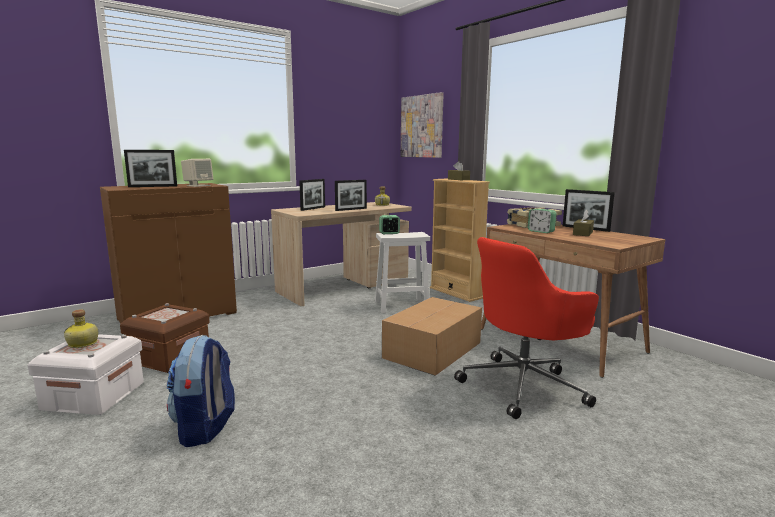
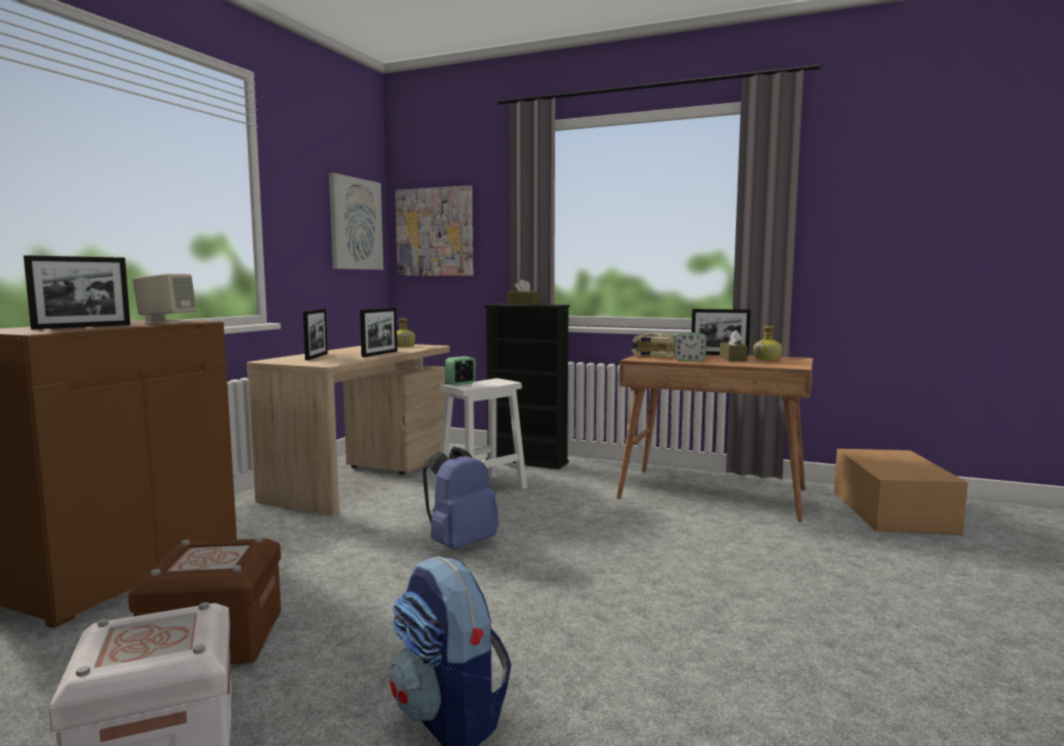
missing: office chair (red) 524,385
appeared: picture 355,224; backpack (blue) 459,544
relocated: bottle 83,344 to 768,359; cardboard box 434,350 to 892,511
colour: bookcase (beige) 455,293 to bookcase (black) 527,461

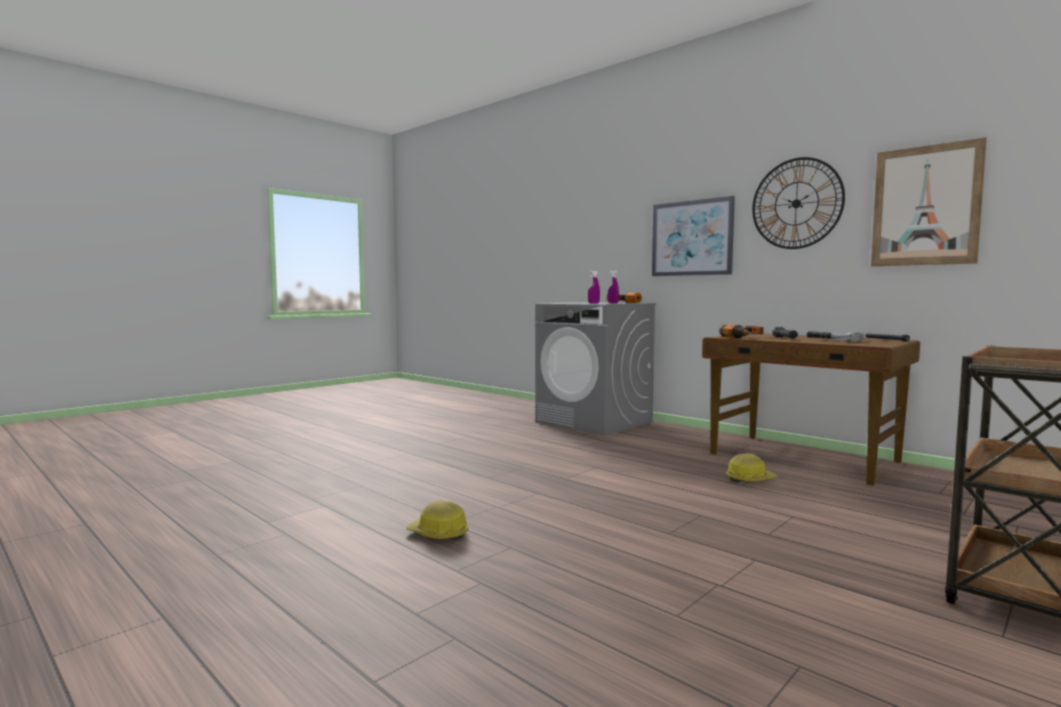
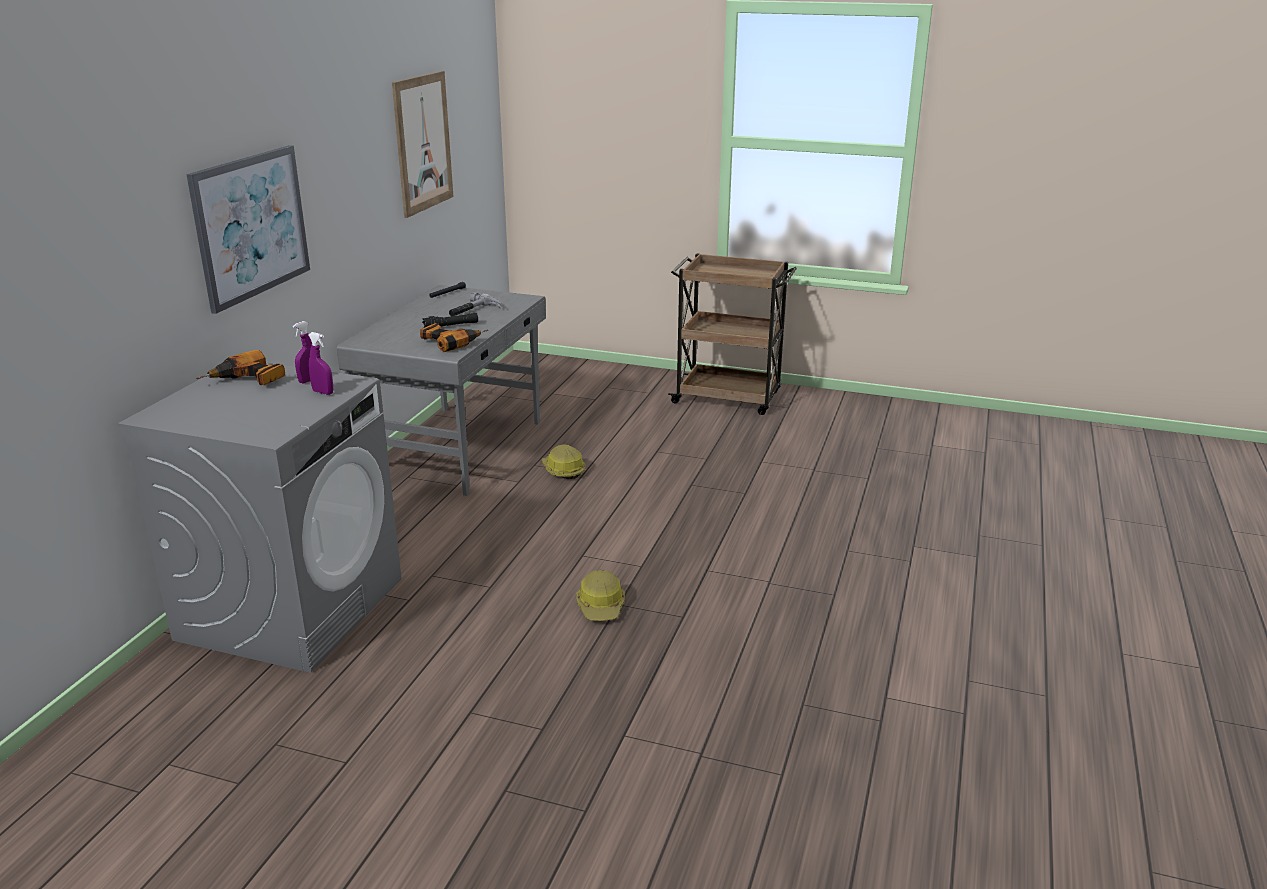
missing: wall clock 796,203
relocated: hard hat 438,534 to 601,606
colour: desk (brown) 803,458 to desk (grey) 457,448

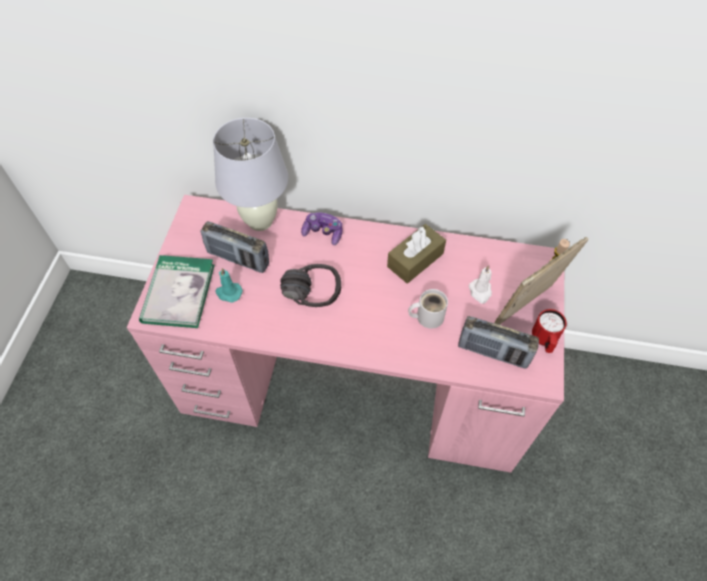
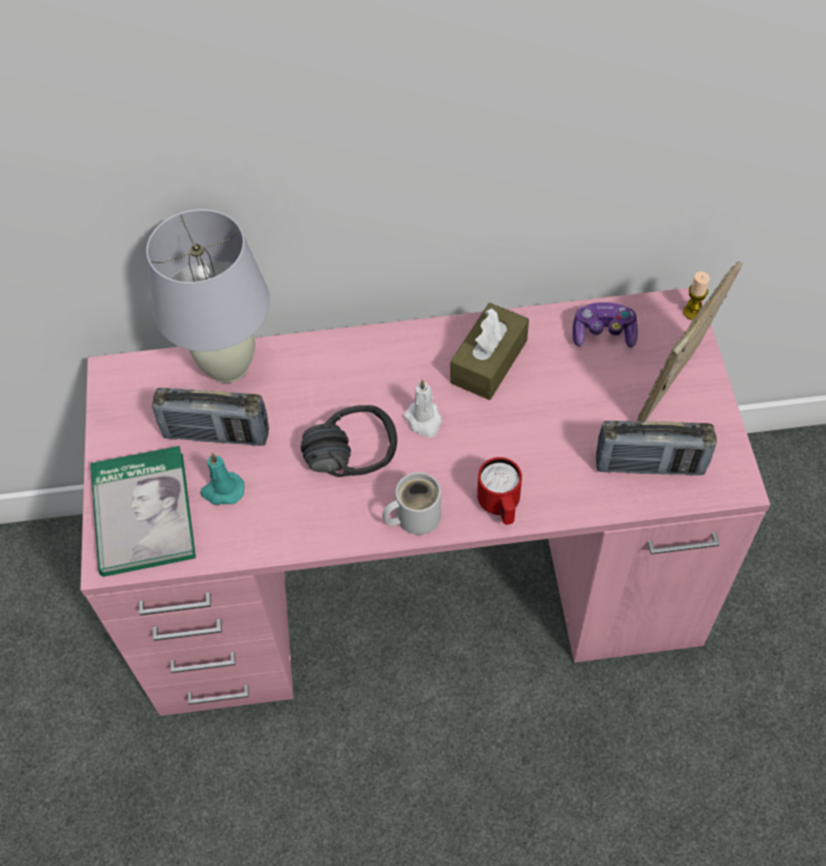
relocated: game controller 323,233 to 603,333; mug (white) 427,316 to 414,516; candle (white) 480,292 to 424,420; mug (red) 544,340 to 500,507

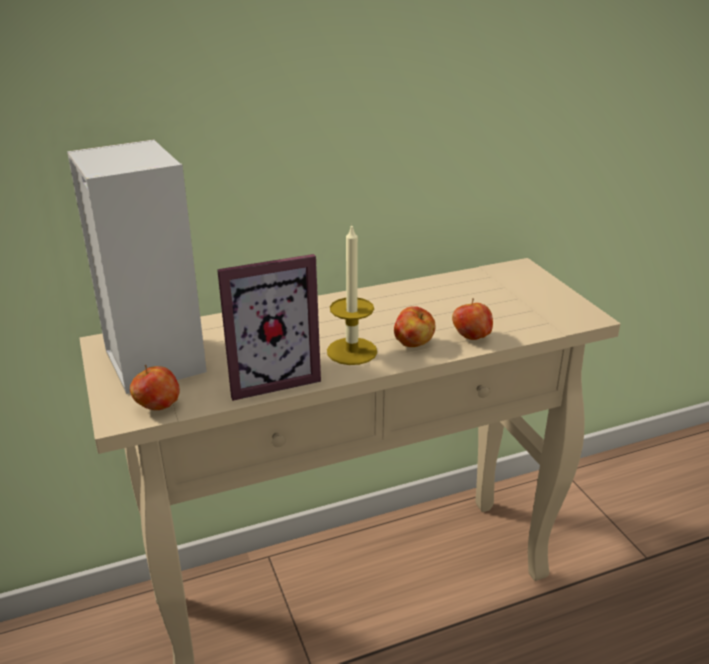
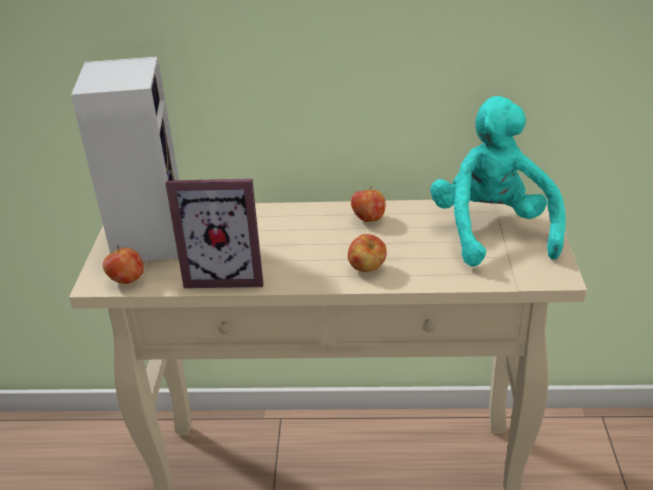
missing: candle 352,351
appeared: plush toy (turquoise) 492,230
relocated: apple 471,337 to 368,219

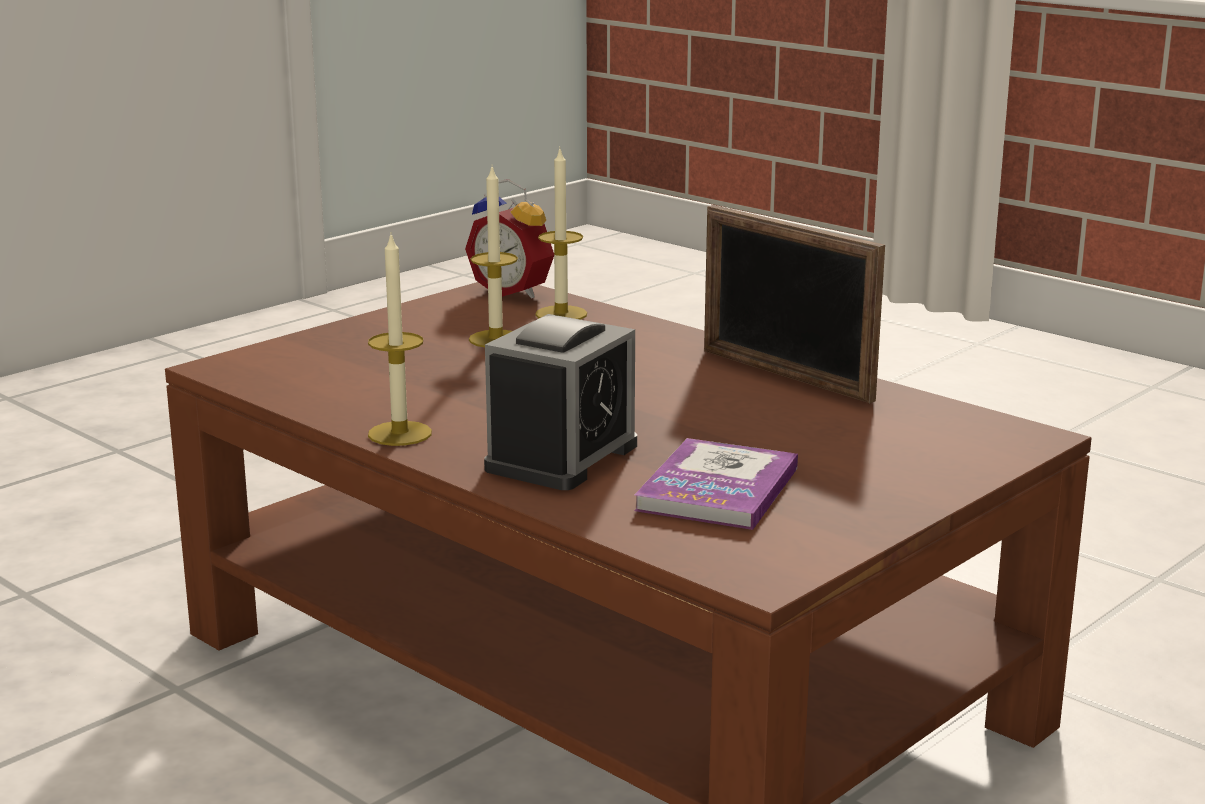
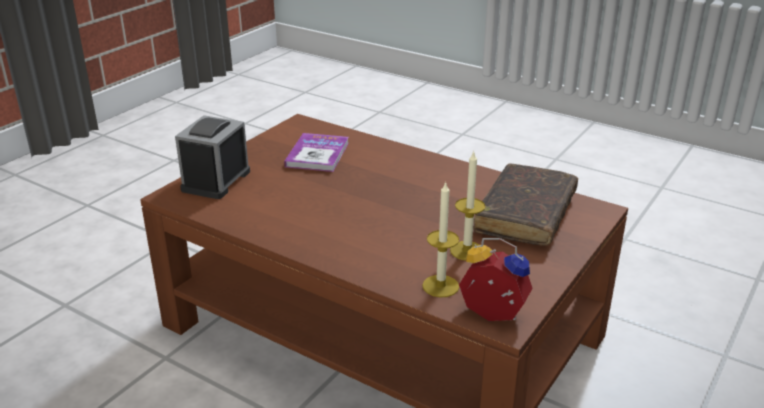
missing: candle 400,433; picture frame 785,375
appeared: book (brown) 525,215
relocated: alarm clock 562,457 to 216,180

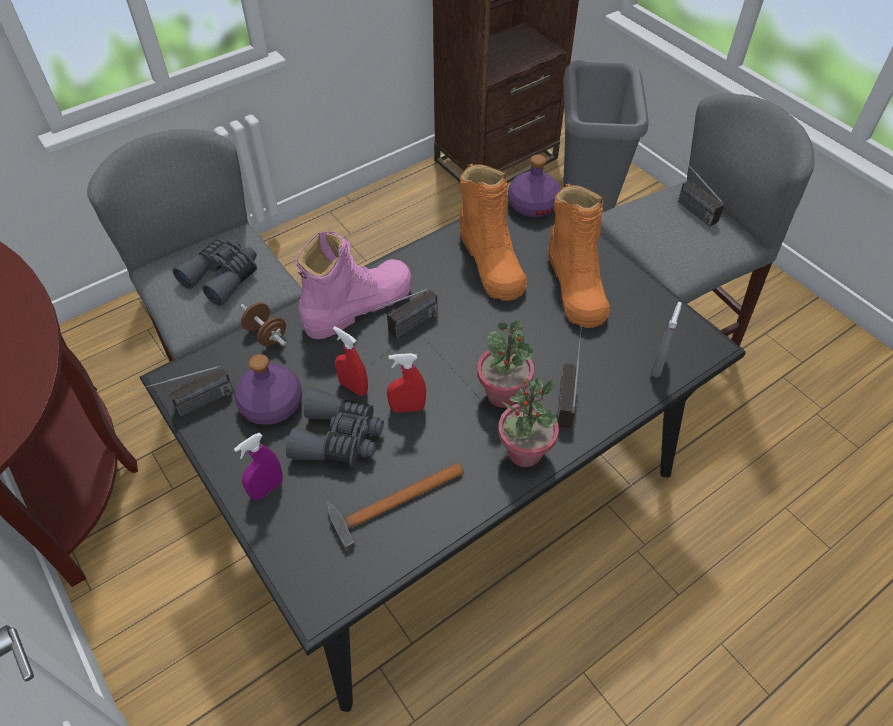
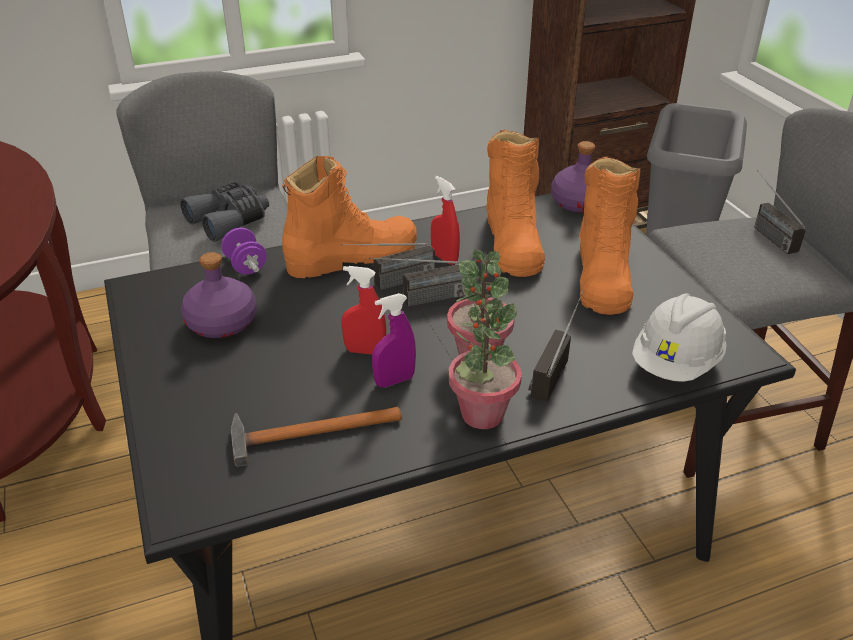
missing: binoculars (grey) 339,438
relocated: radio 190,407 to 419,301; spray bottle (purple) 267,489 to 394,381; spray bottle (red) 353,387 to 444,258
exchanged: spray bottle (grey) 657,366 to hard hat (white) 676,363
colour: dumbbell (brown) 266,334 to dumbbell (purple) 246,266; boot (pink) 358,305 to boot (orange) 352,257

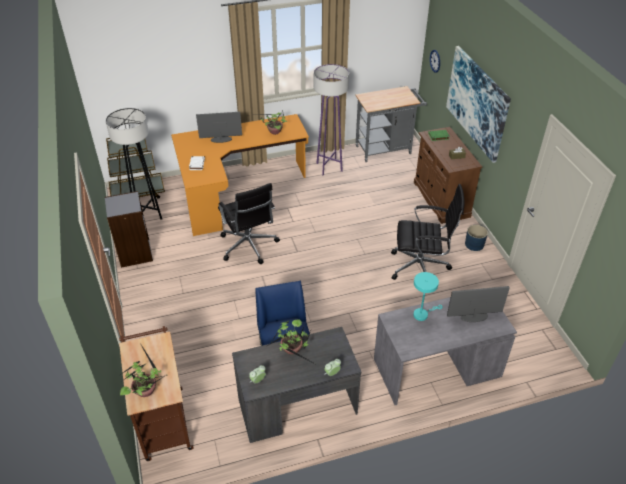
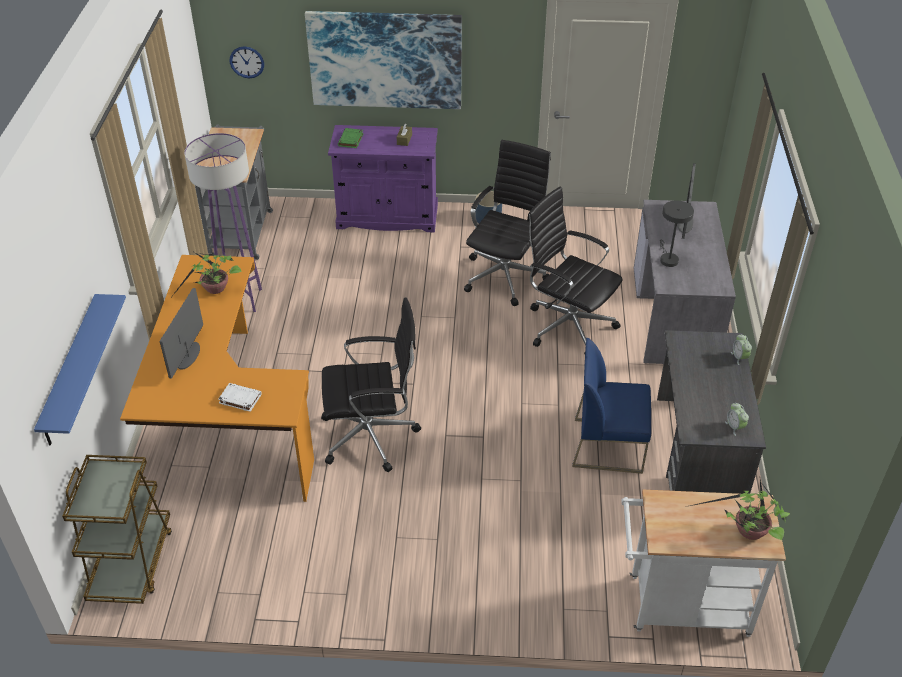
missing: bookcase (grey) 134,253; floor lamp (grey) 147,216; potted plant 292,350
appeared: shelf (blue) 70,371; office chair (black) 568,325
colour: cart (brown) 163,418 to cart (white) 680,606; table lamp (turquoise) 422,314 to table lamp (grey) 668,259; cabinet (brown) 441,199 to cabinet (purple) 387,216

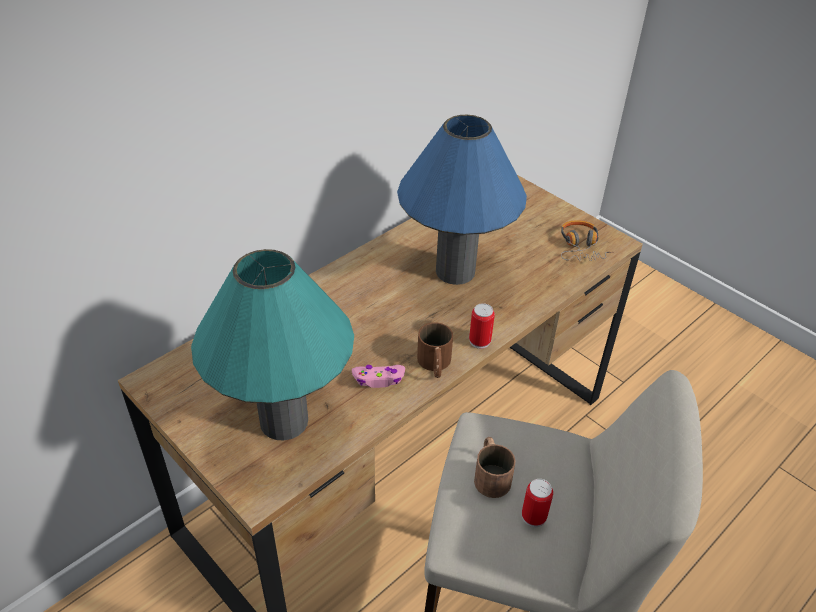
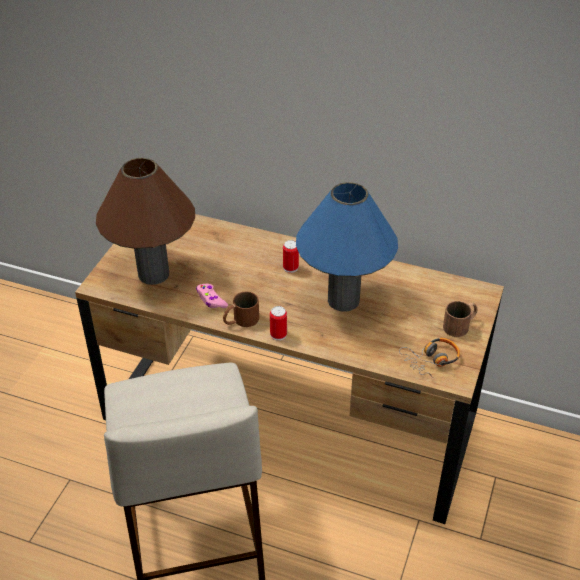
relocated: mug (brown) 490,473 to 460,325; can 533,516 to 290,267
colour: table lamp (turquoise) 284,421 to table lamp (brown) 153,274

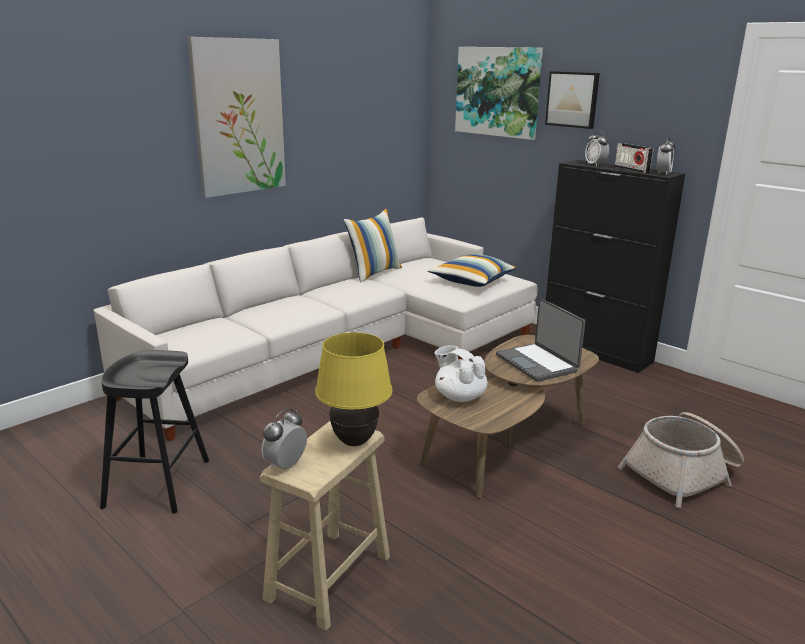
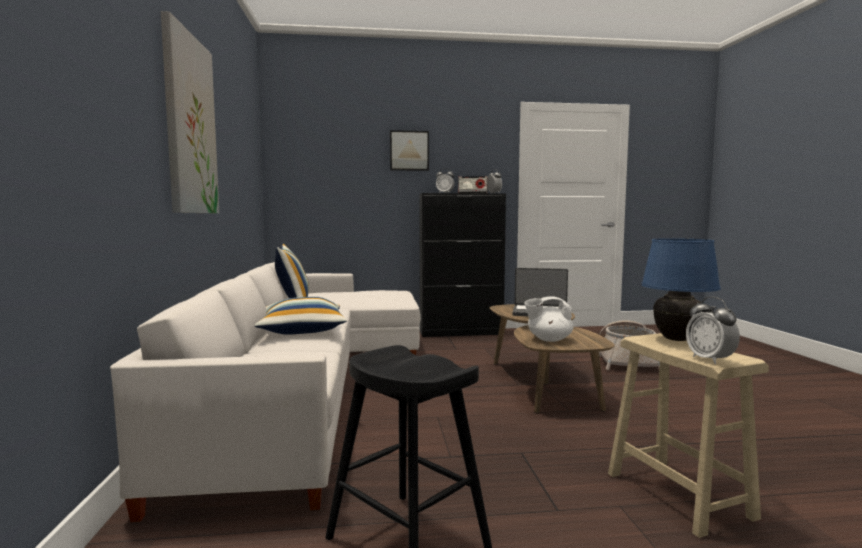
missing: picture 498,92
relocated: pillow 472,281 to 301,330
colour: table lamp (yellow) 354,442 to table lamp (blue) 677,340

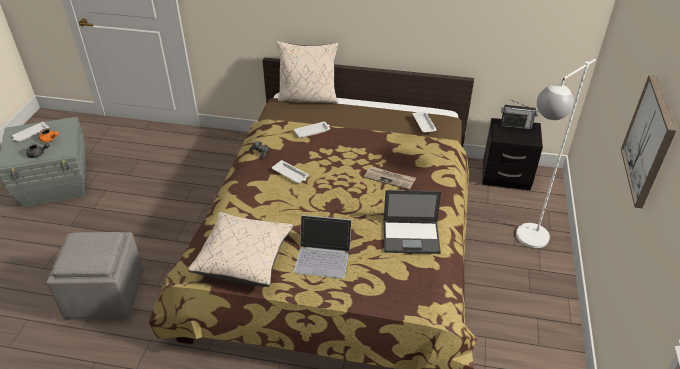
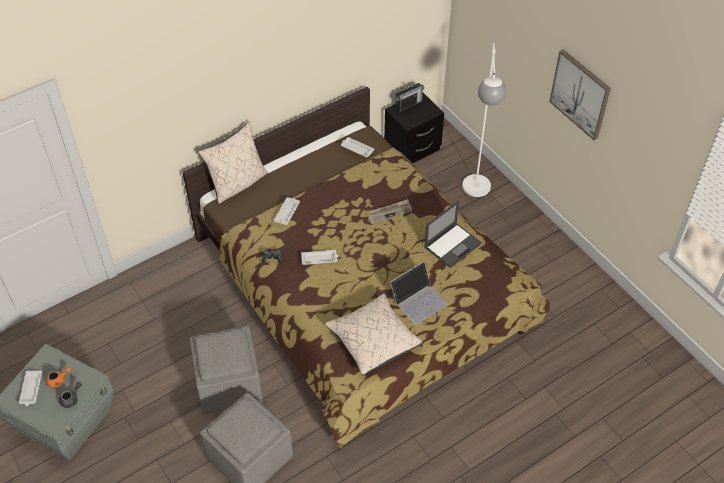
appeared: ottoman (grey) 228,385

